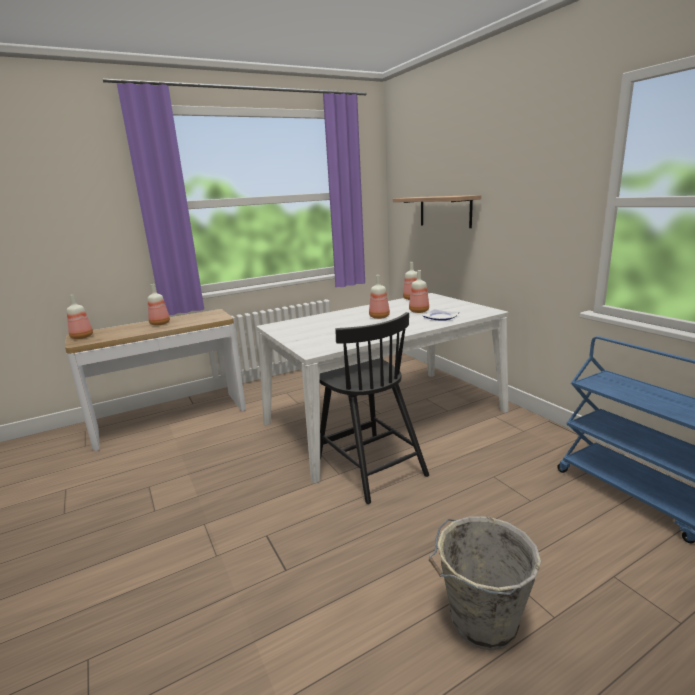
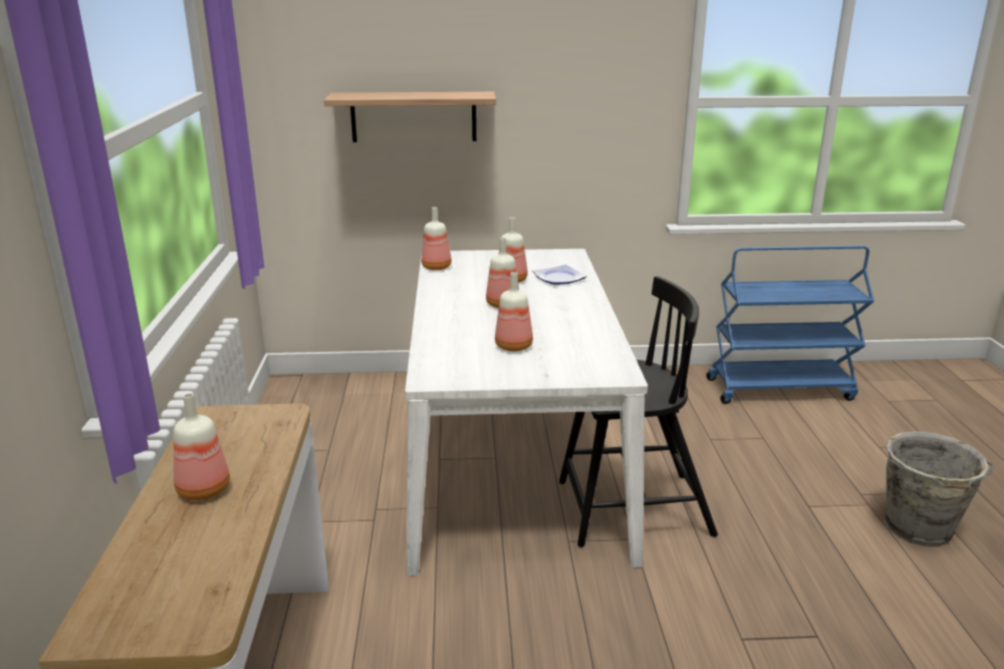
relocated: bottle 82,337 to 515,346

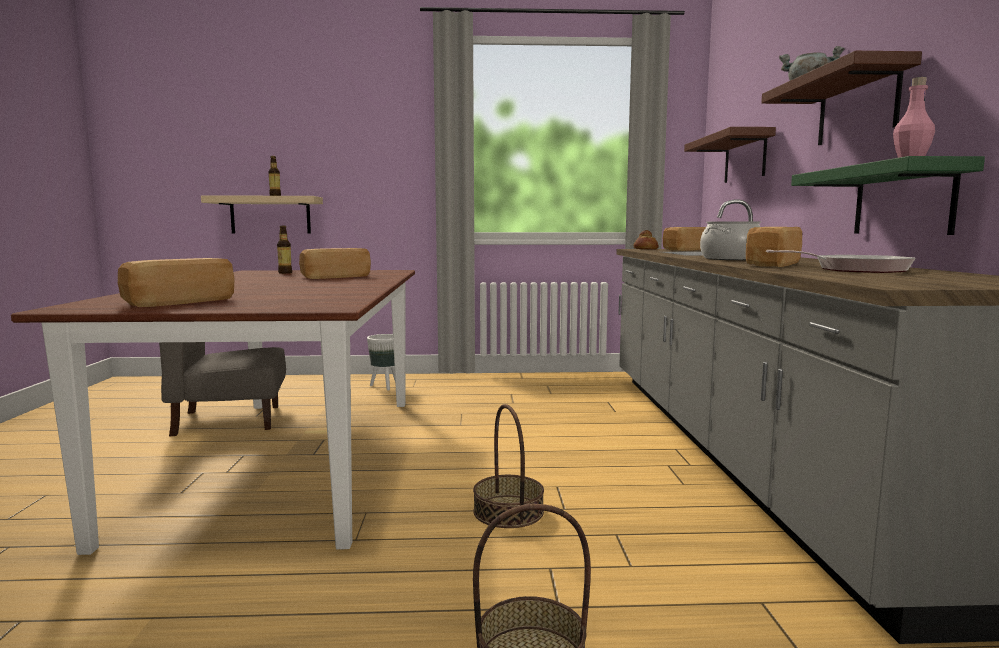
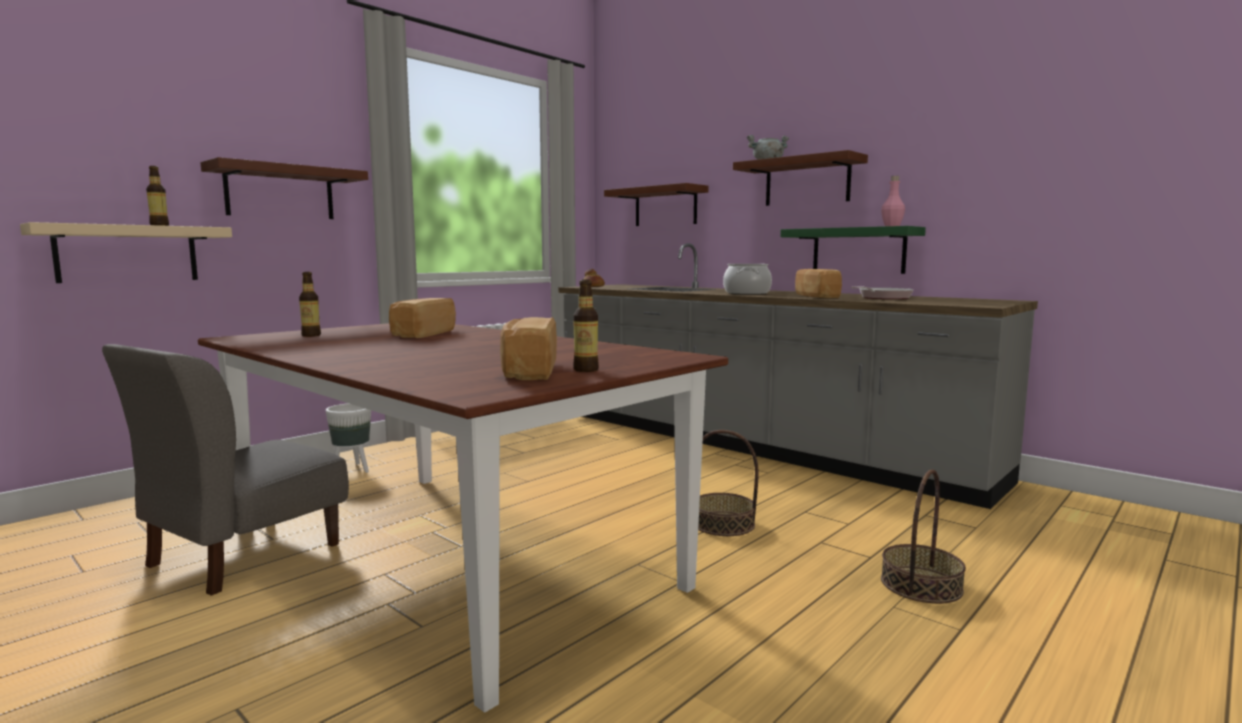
missing: bread 684,250
appeared: shelf (brown) 280,193; bottle 586,370

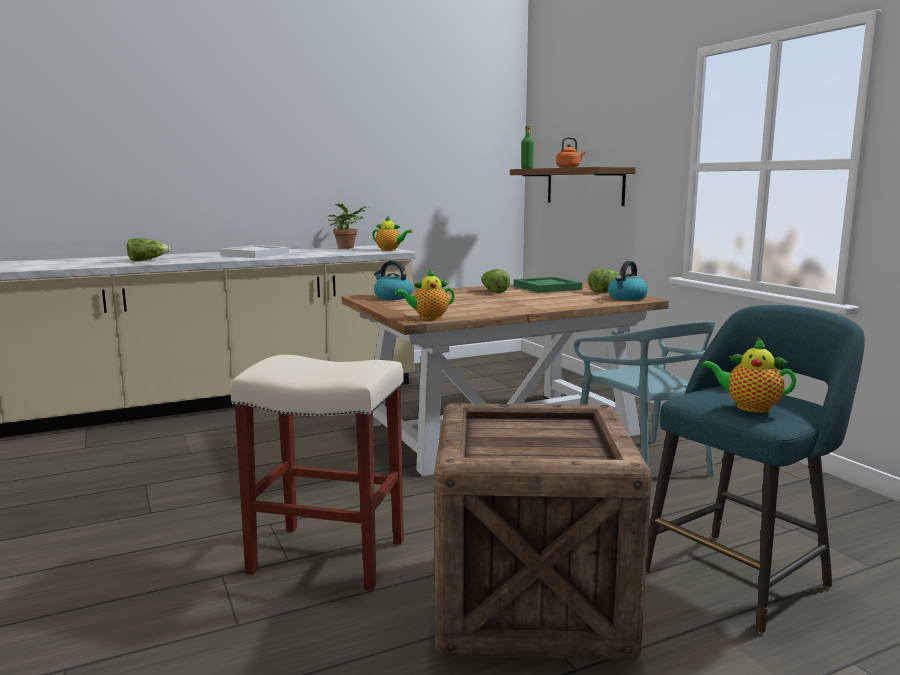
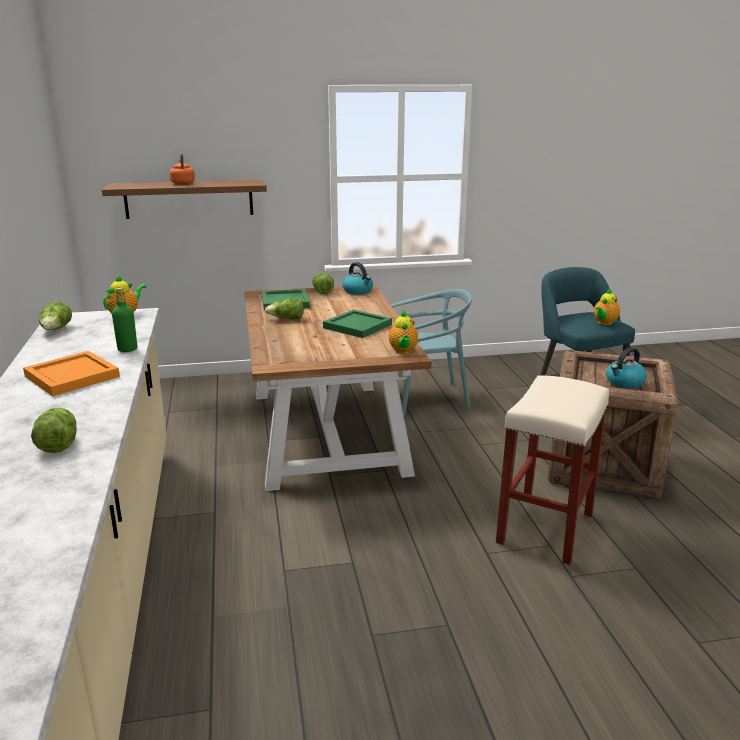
appeared: tray (green) 357,326
relocated: kettle 392,297 to 624,382; bottle (green) 527,168 to 127,349
exchanged: potted plant 347,247 to lettuce 56,330
colour: tray (white) 254,254 to tray (orange) 71,377

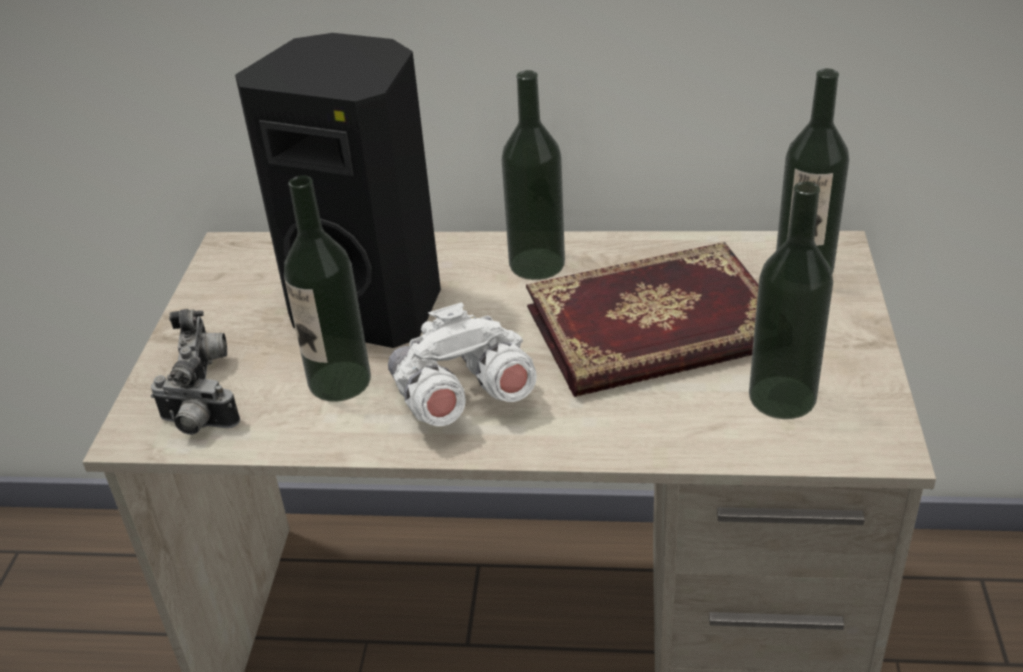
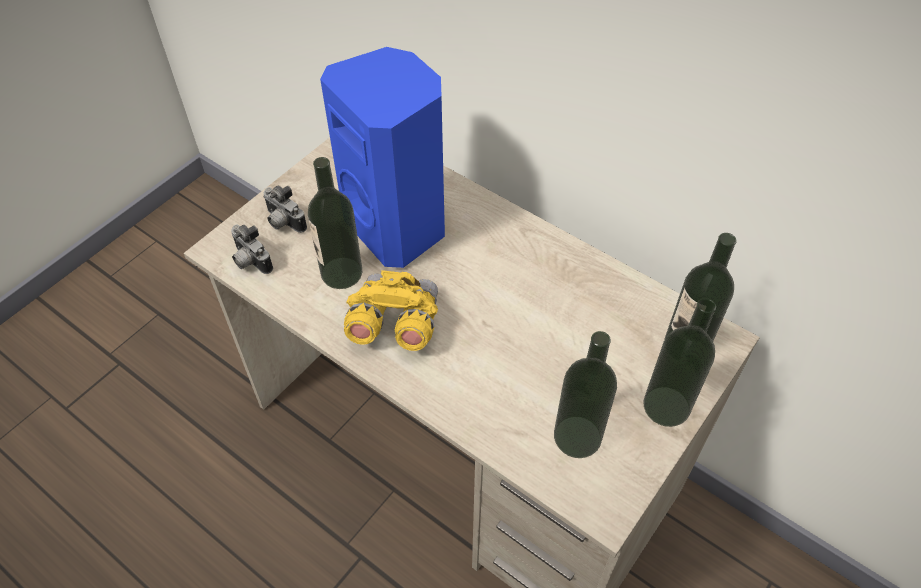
missing: book 656,330
relocated: bottle 537,264 to 666,406
colour: speaker (black) 371,308 to speaker (blue) 399,227; binoculars (white) 460,399 to binoculars (yellow) 394,324
spun: photo camera 207,367 = 283,223 105 degrees clockwise

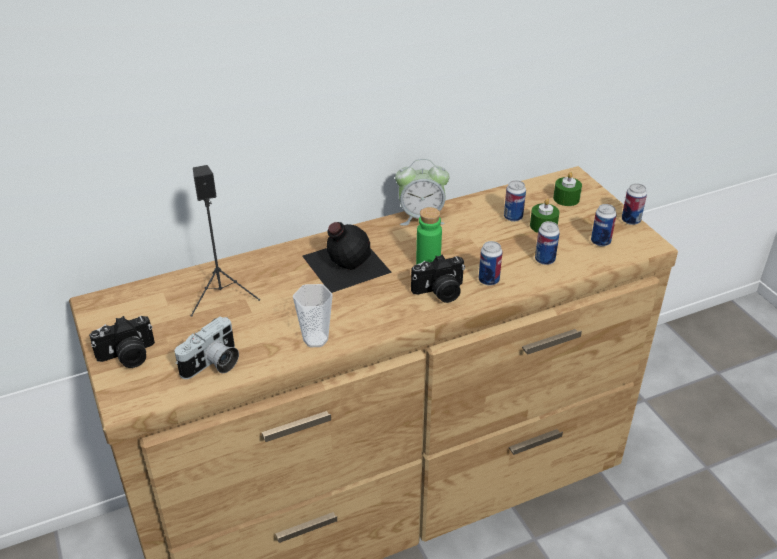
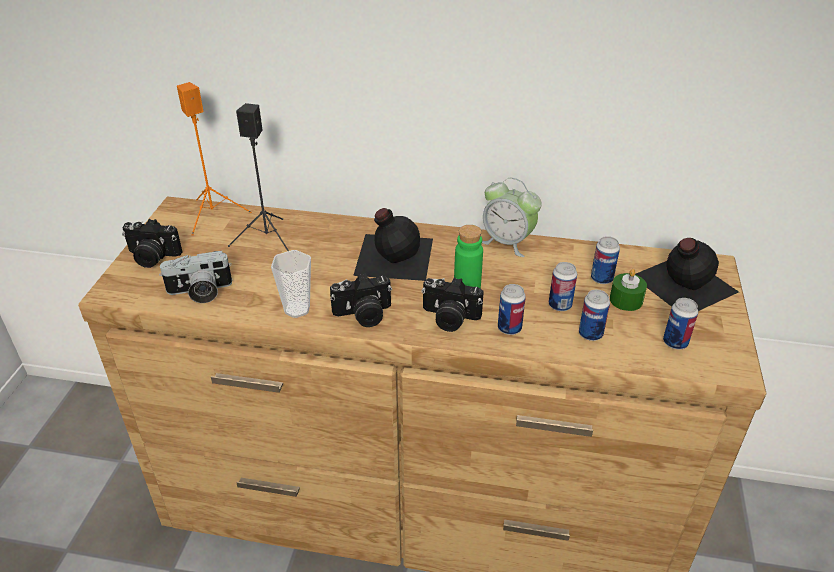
appeared: speaker (orange) 214,215; photo camera 363,315
relocated: can 630,220 to 560,305
exchanged: candle (green) 566,198 to bottle (black) 682,283

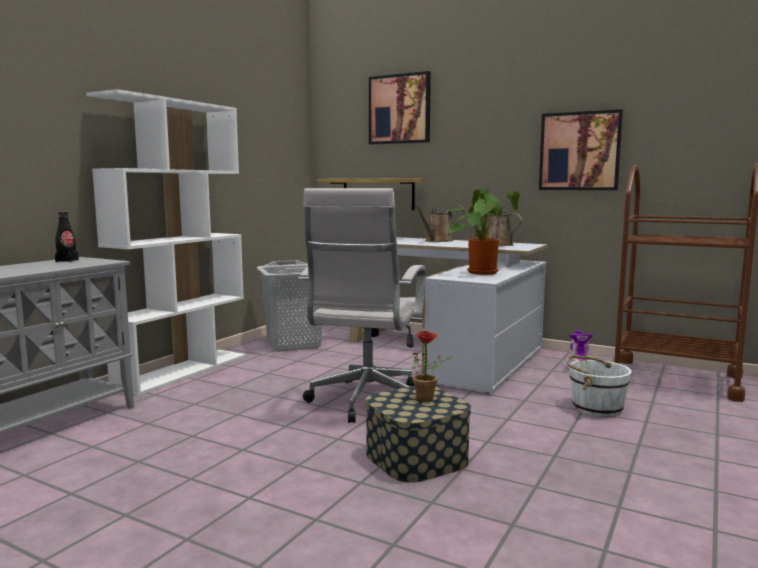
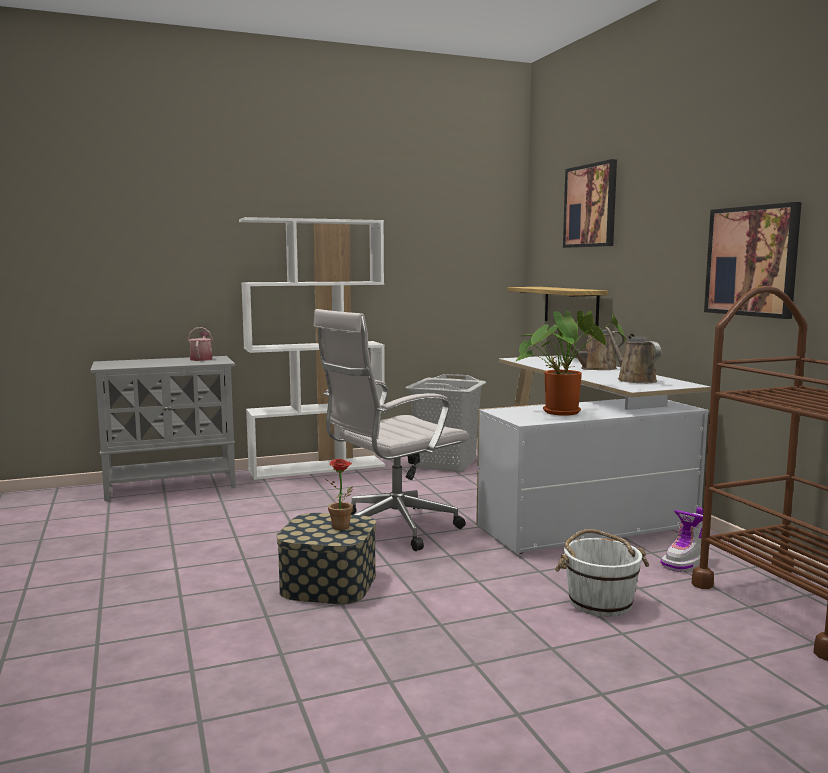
exchanged: bottle (black) 67,261 to watering can 201,359

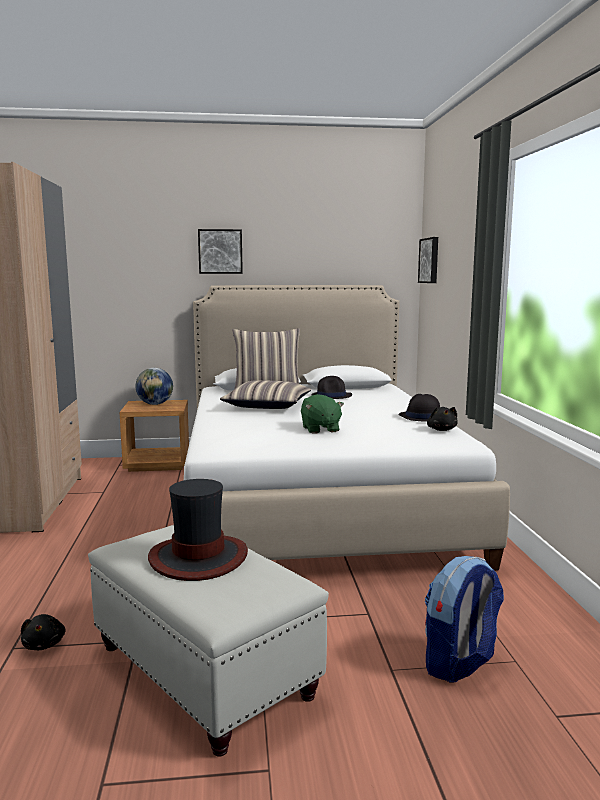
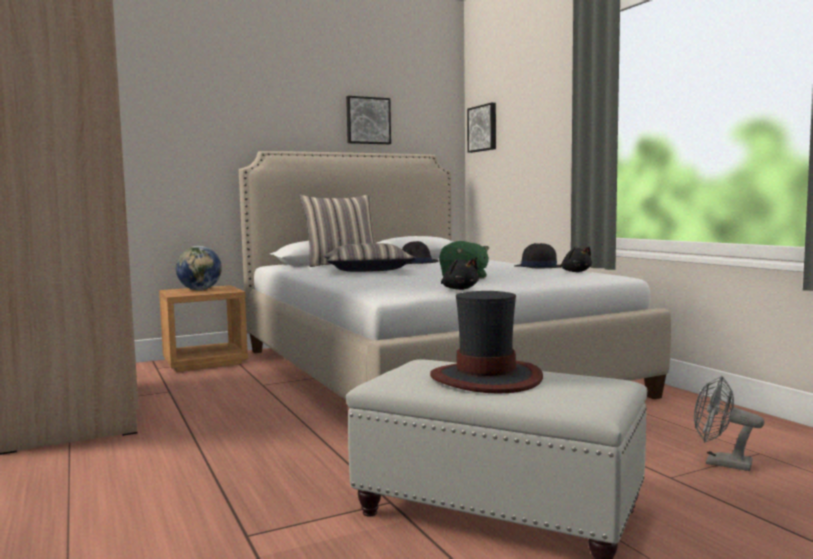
relocated: plush toy (black) 44,644 to 459,289; picture 220,251 to 368,120
exchanged: backpack 460,664 to fan (grey) 720,463

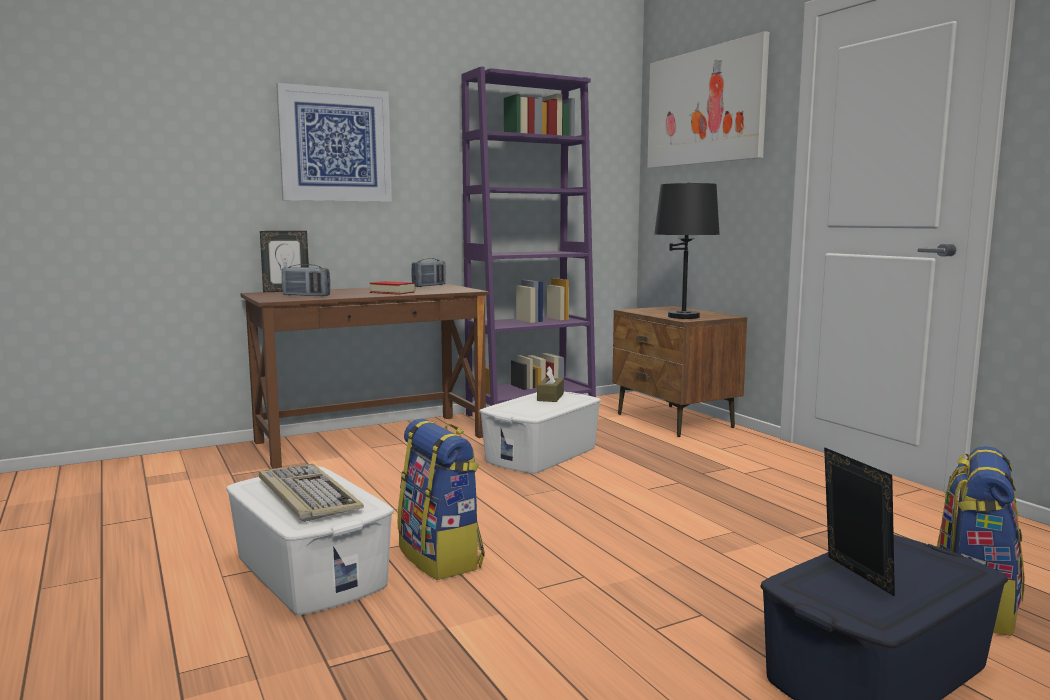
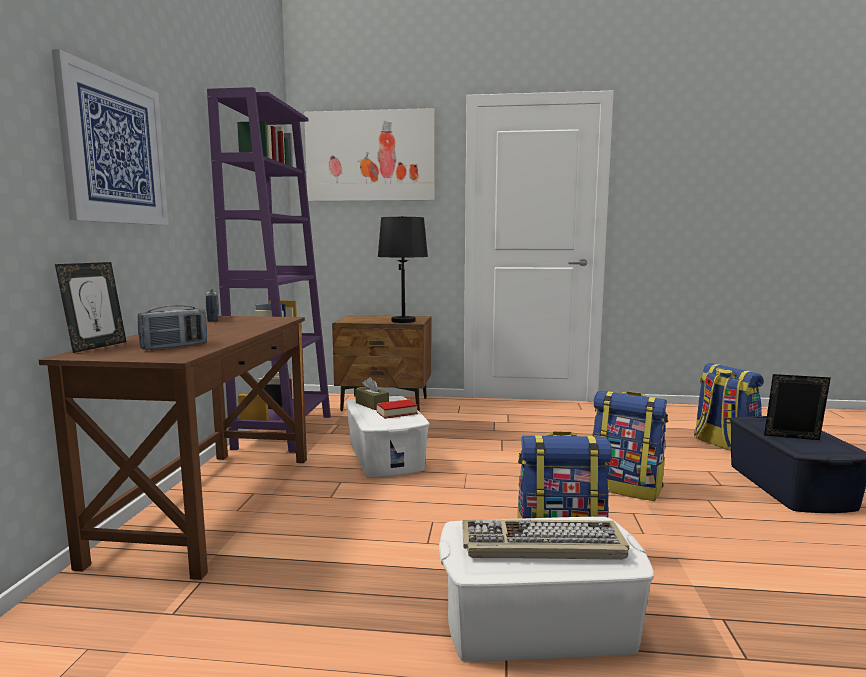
appeared: backpack 626,487
relocated: book 392,292 to 396,413

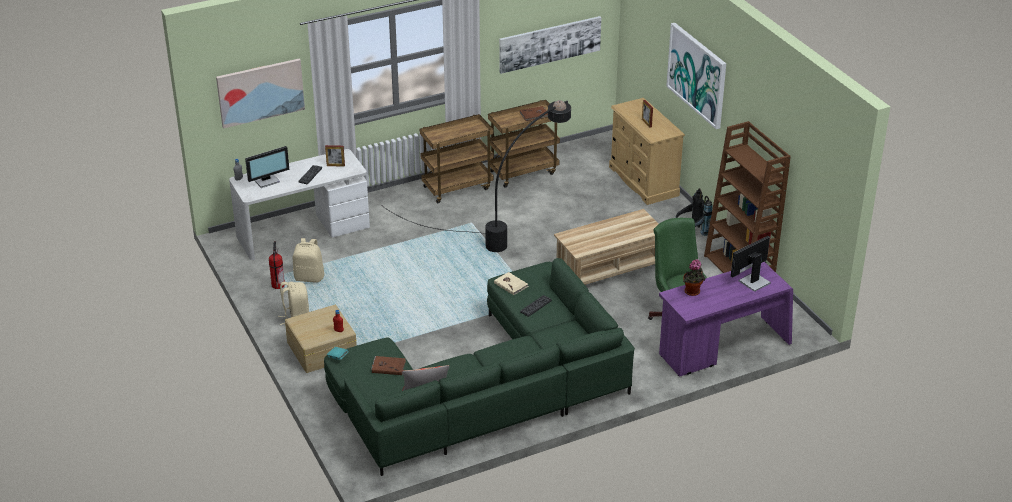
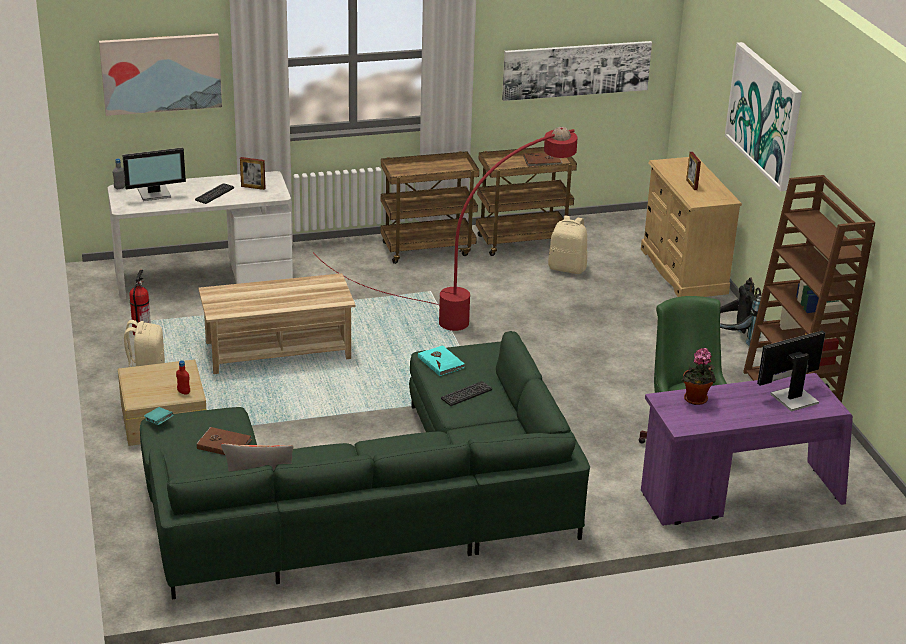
relocated: backpack (beige) 309,277 to 567,268; coffee table (beige) 608,269 to 277,351
colour: floor lamp (black) 507,231 to floor lamp (red) 476,307; book (beige) 511,284 to book (turquoise) 441,362

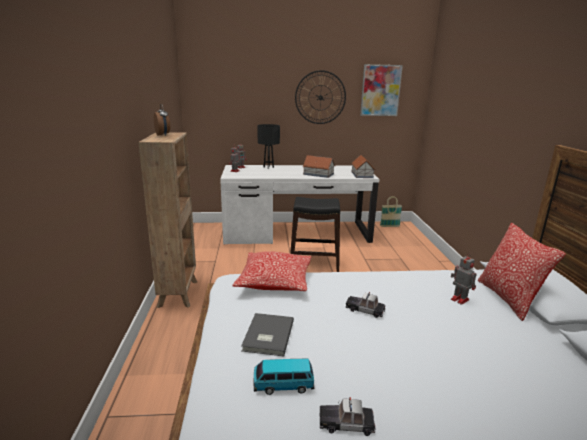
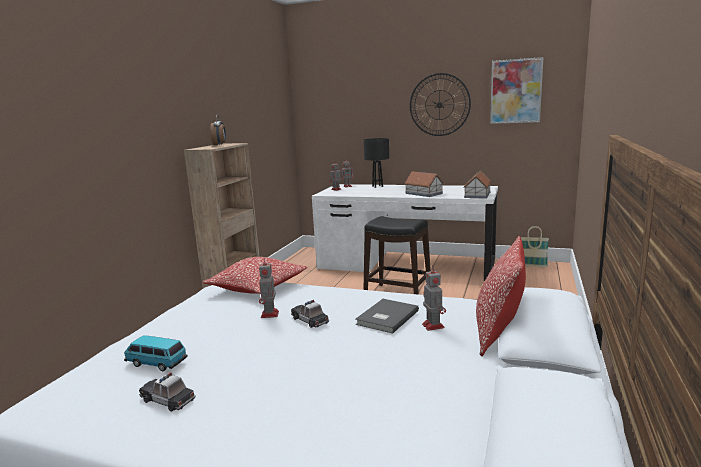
appeared: toy robot 269,315
relocated: book (grey) 267,336 to 385,317

